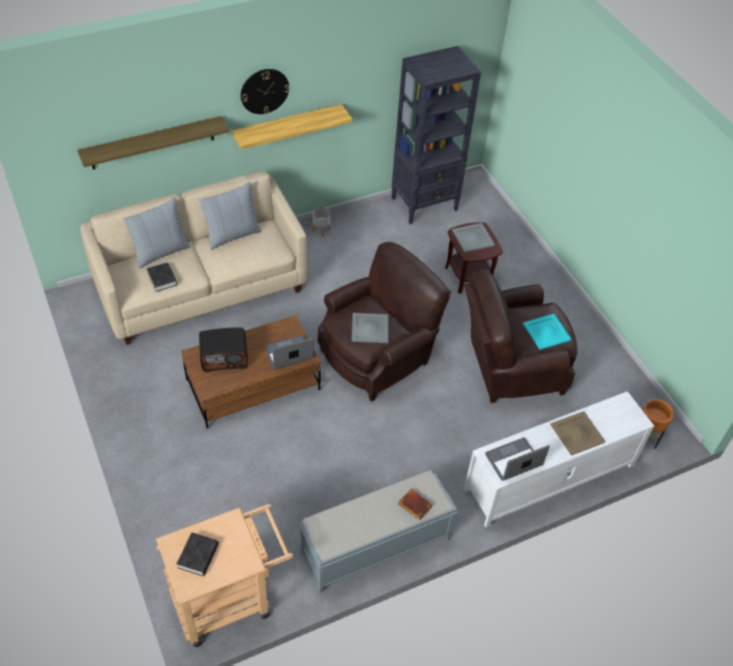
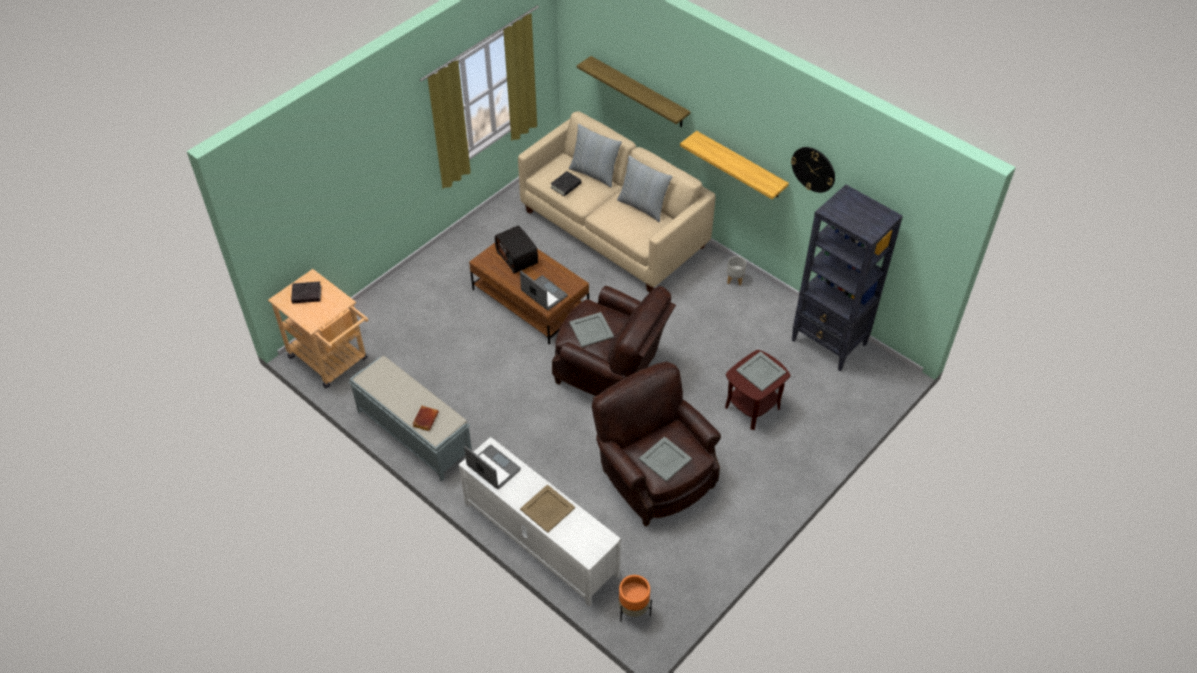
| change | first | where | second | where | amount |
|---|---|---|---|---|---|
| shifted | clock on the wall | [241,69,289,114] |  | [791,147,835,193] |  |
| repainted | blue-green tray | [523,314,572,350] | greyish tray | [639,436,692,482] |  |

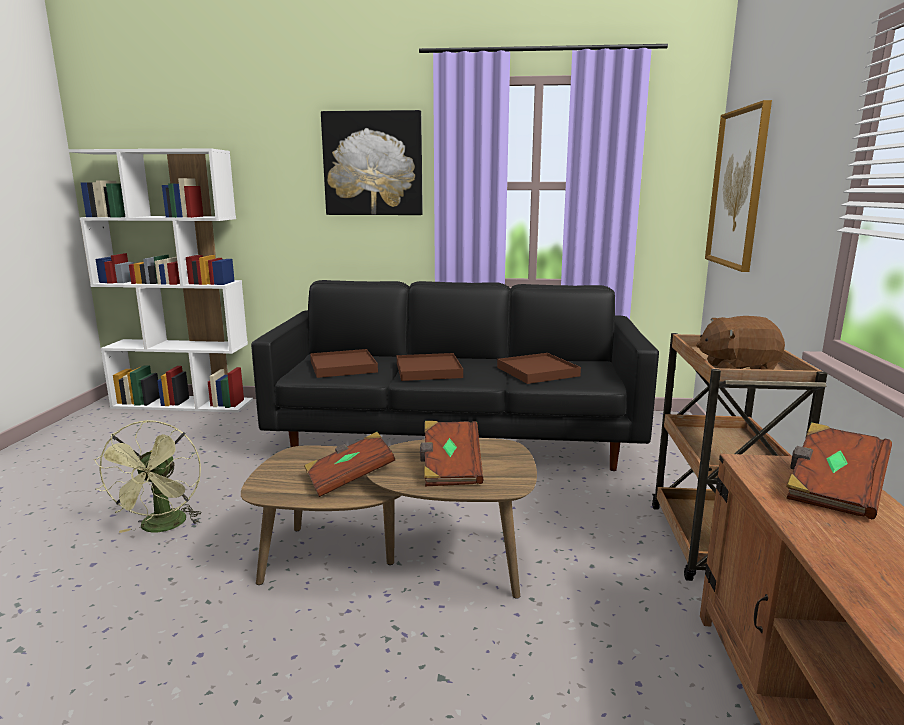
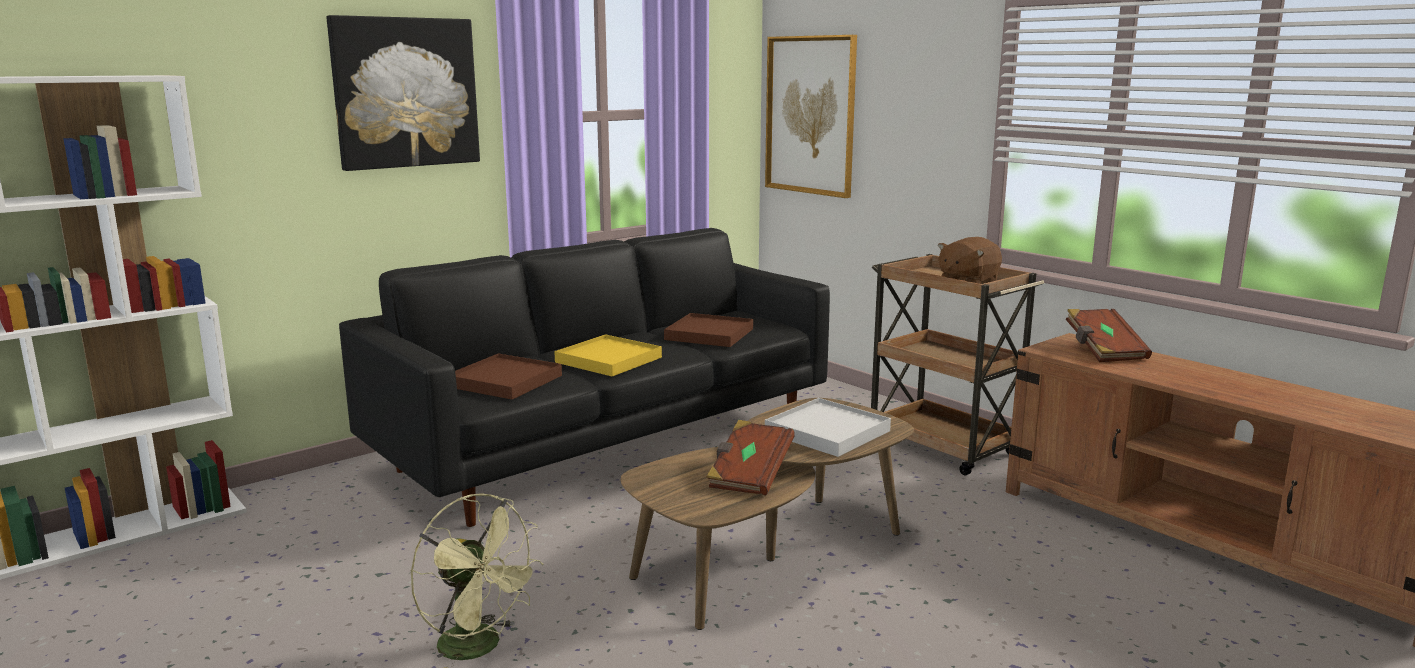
| change | first | where | second | where | amount |
|---|---|---|---|---|---|
| swapped | brown bound book | [420,421,484,486] | white-coloured tray | [765,398,891,457] |  |
| repainted | brown tray | [397,353,463,381] | yellow tray | [554,334,662,376] |  |

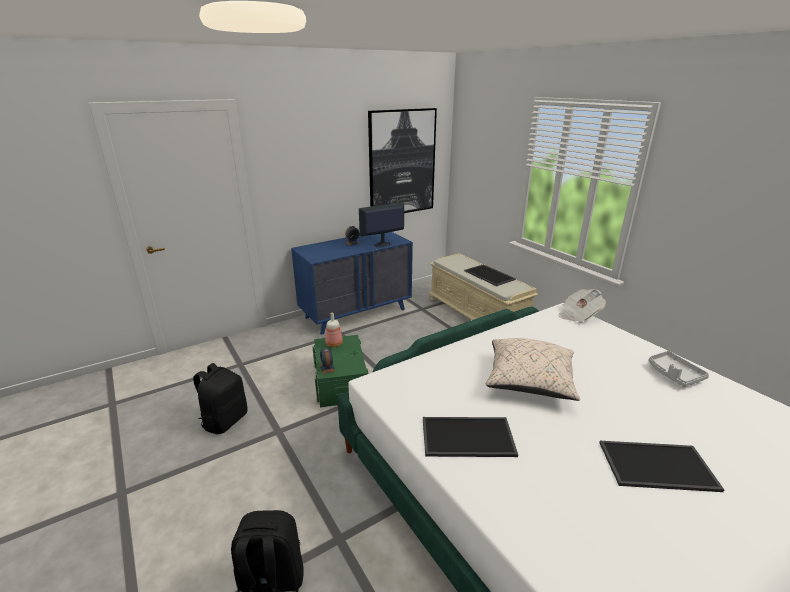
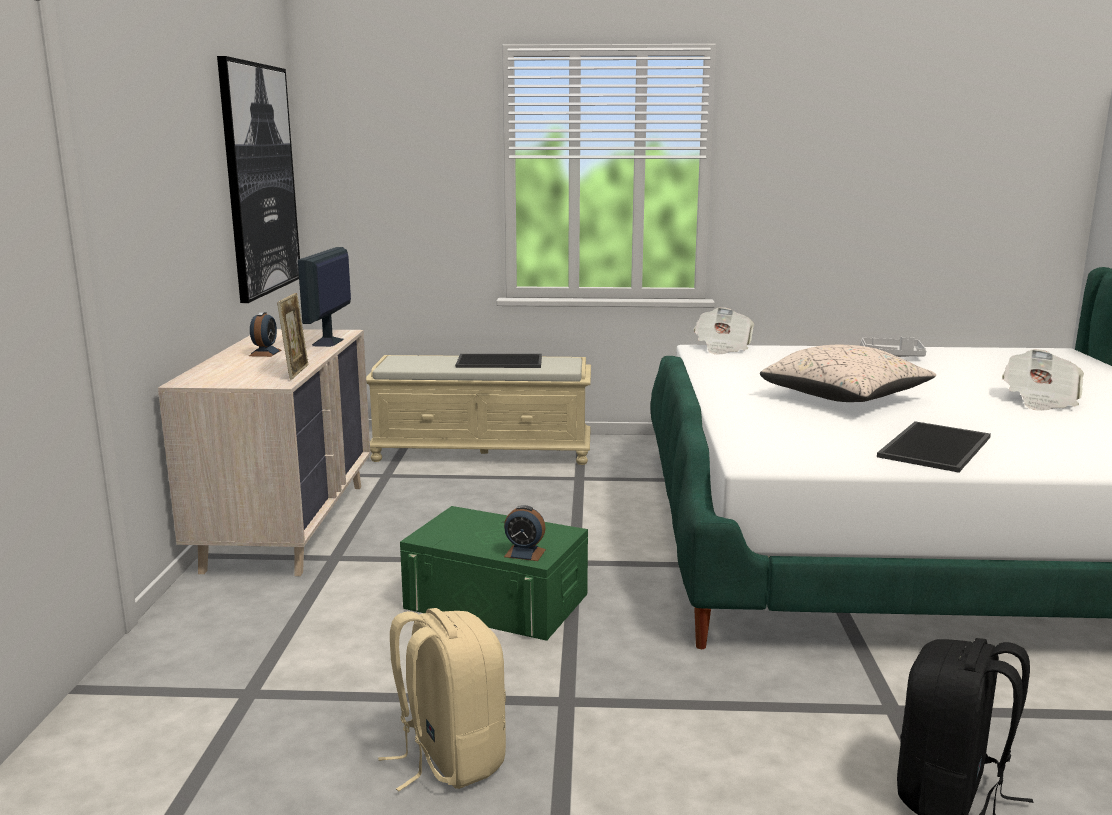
| change | first | where | second | where | amount |
|---|---|---|---|---|---|
| gone | bottle | [325,313,343,347] |  |  |  |
| new |  |  | picture frame | [277,293,309,380] |  |
| swapped | tray | [599,441,724,492] | newspaper | [1002,349,1084,411] |  |
| repainted | black-coloured rucksack | [193,363,247,434] | beige-coloured rucksack | [378,608,506,791] |  |
| repainted | blue-coloured drawer chest | [291,232,413,335] | beige-coloured drawer chest | [158,329,371,576] |  |

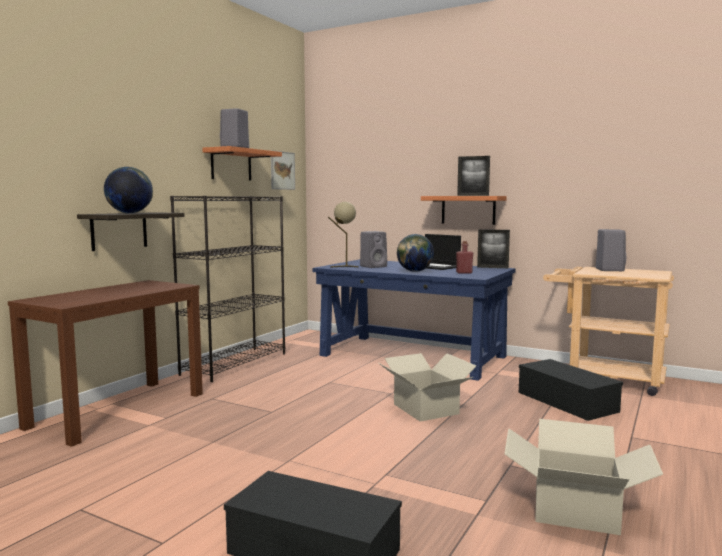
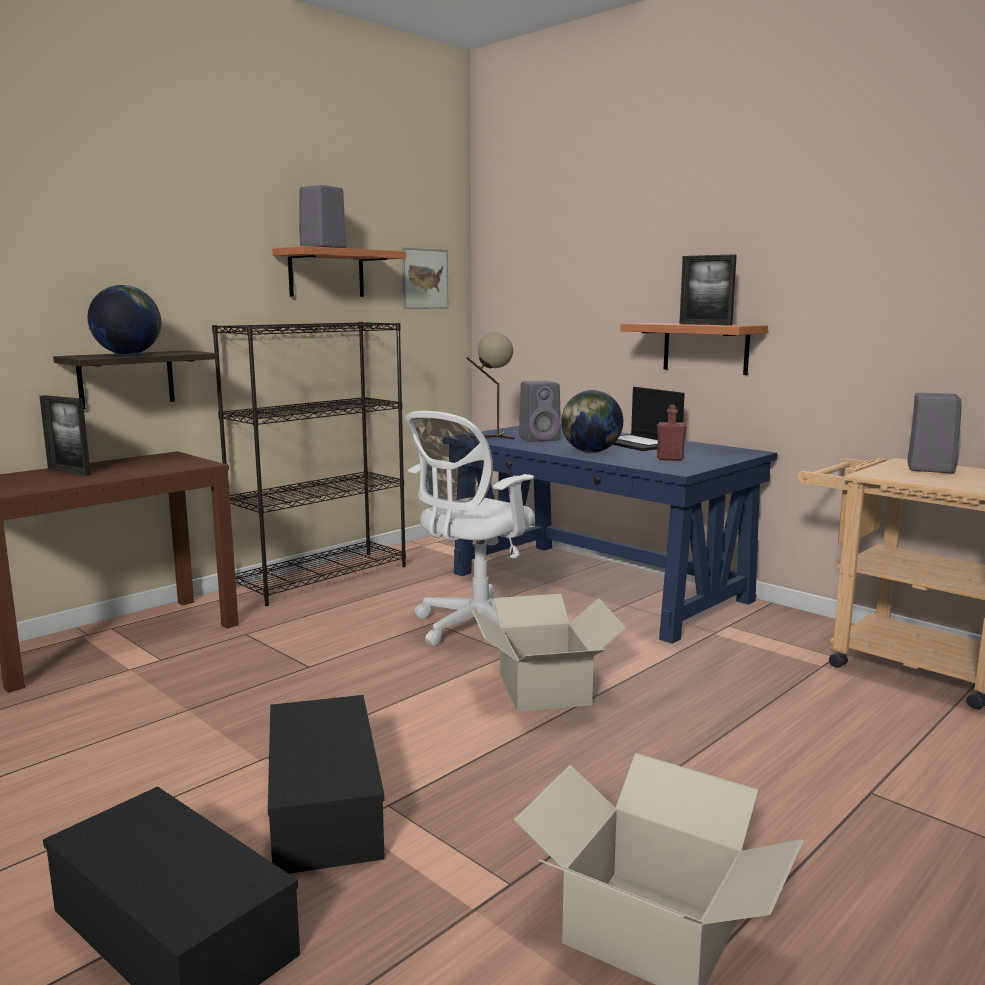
| change | first | where | second | where | amount |
|---|---|---|---|---|---|
| new |  |  | white-coloured computer chair | [405,411,534,646] |  |
| shifted | picture frame | [477,229,510,268] |  | [39,395,91,476] |  |
| shifted | black-coloured storage container | [519,359,623,421] |  | [268,695,385,874] |  |

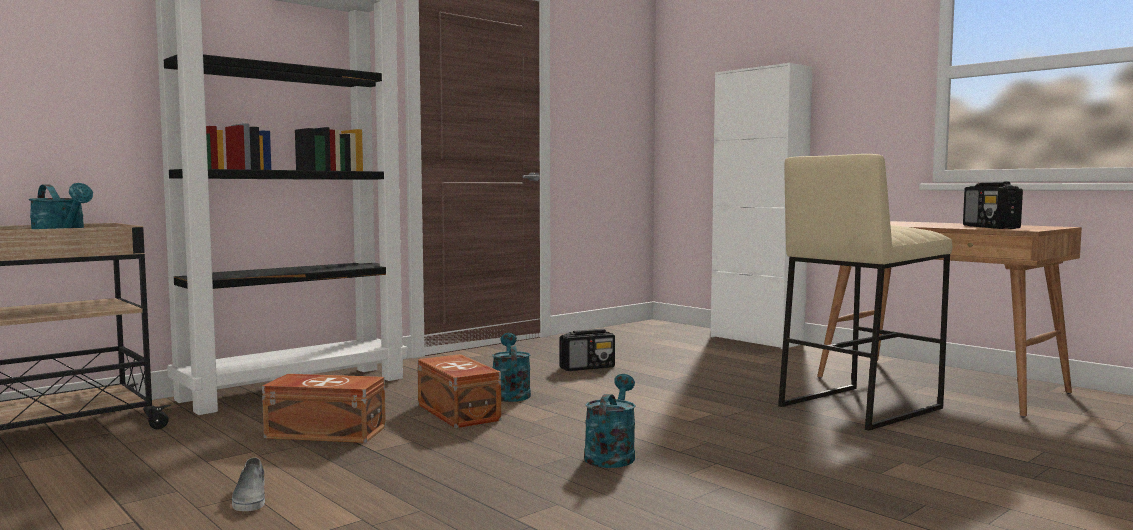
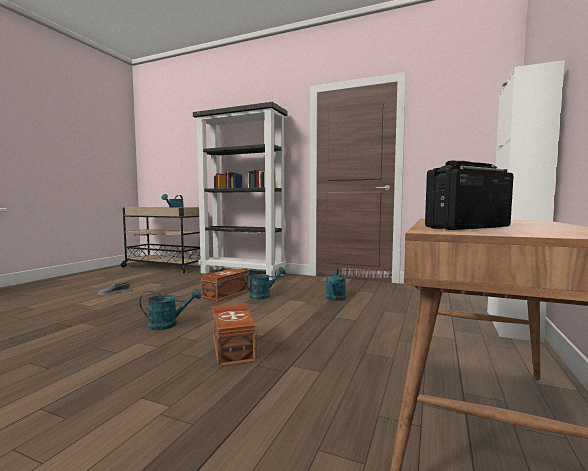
| change | first | where | second | where | amount |
|---|---|---|---|---|---|
| gone | beige-coloured stool | [778,154,952,431] |  |  |  |
| shifted | brown storage container | [262,374,386,443] |  | [212,304,257,367] |  |
| swapped | radio set | [559,329,615,371] | blue-green sprinkling can | [326,269,346,301] |  |

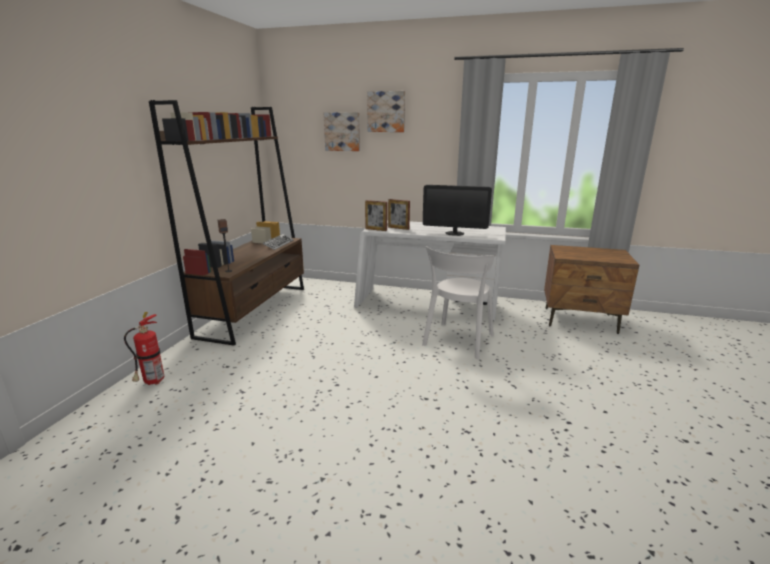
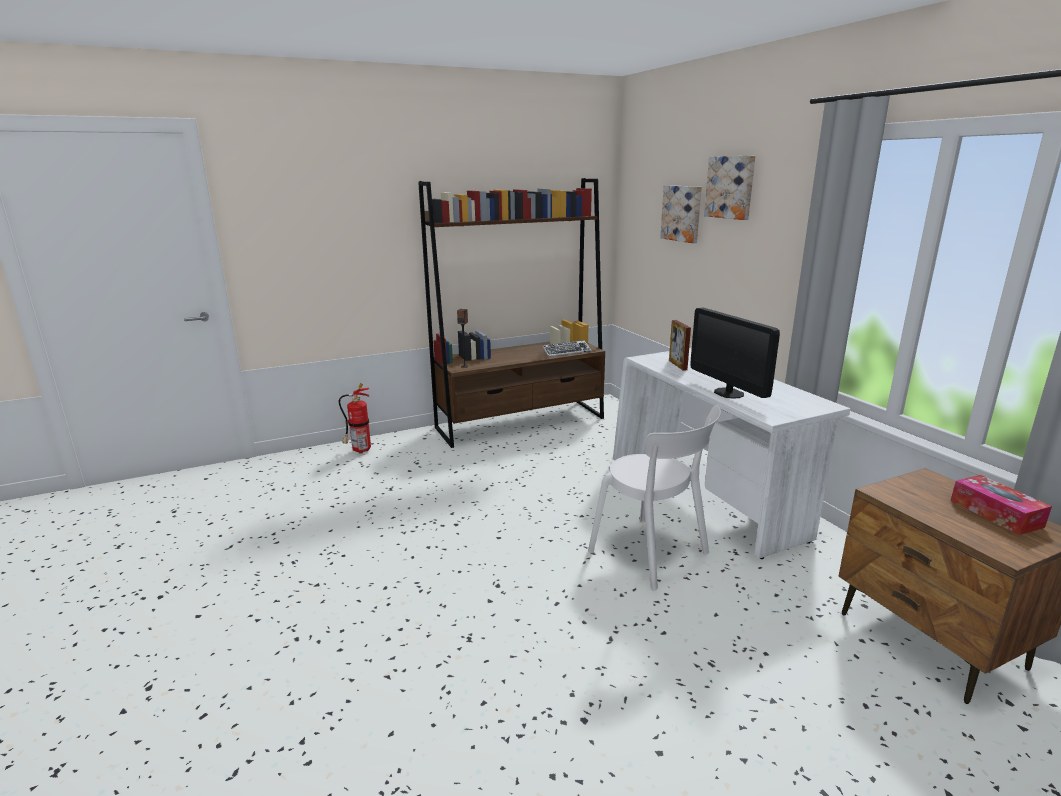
| change | first | where | second | where | amount |
|---|---|---|---|---|---|
| gone | picture frame | [365,200,387,231] |  |  |  |
| new |  |  | box of tissues | [951,475,1052,535] |  |
| rotated | white-coloured chair | [422,246,494,359] |  | [588,405,721,590] | 120 degrees counterclockwise |

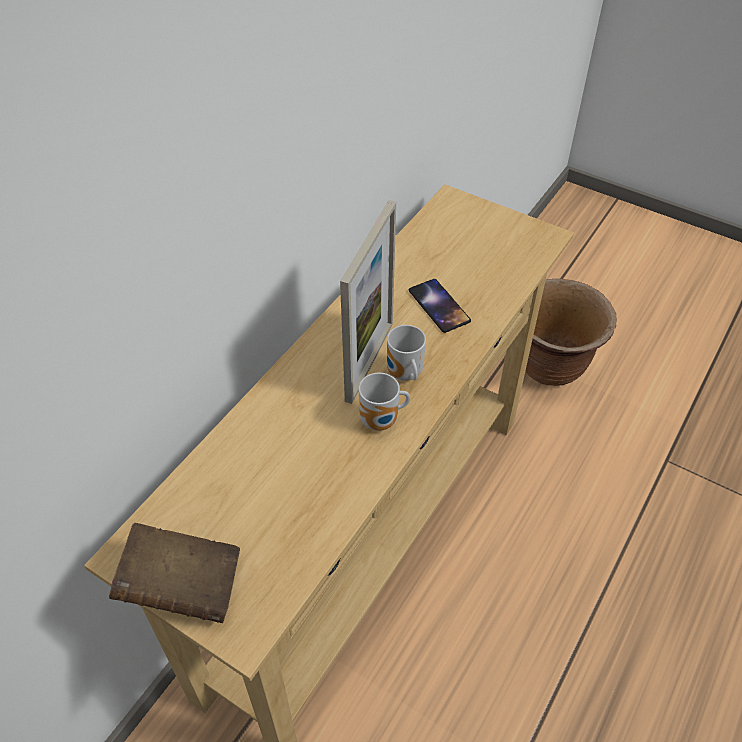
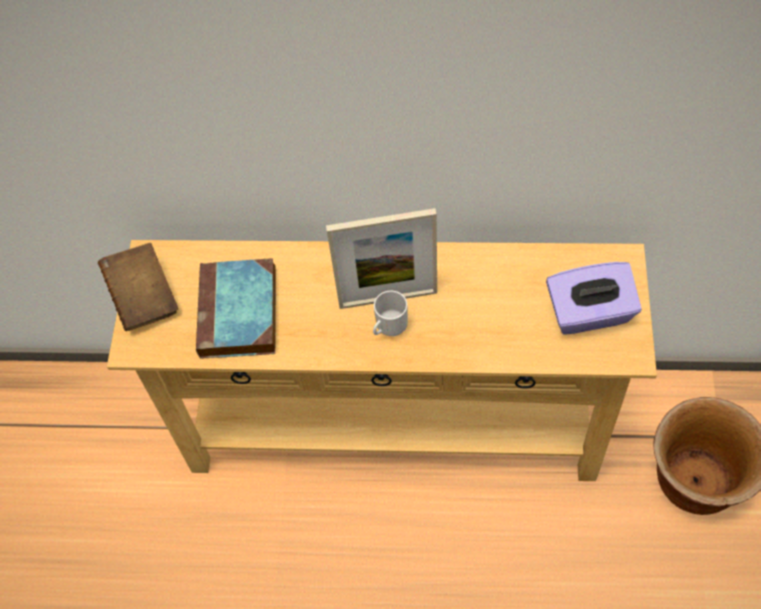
| change | first | where | second | where | amount |
|---|---|---|---|---|---|
| gone | coffee mug | [358,373,410,431] |  |  |  |
| gone | phone | [409,279,471,333] |  |  |  |
| new |  |  | bound book | [196,258,276,359] |  |
| new |  |  | purple-coloured box of tissues | [546,262,642,335] |  |

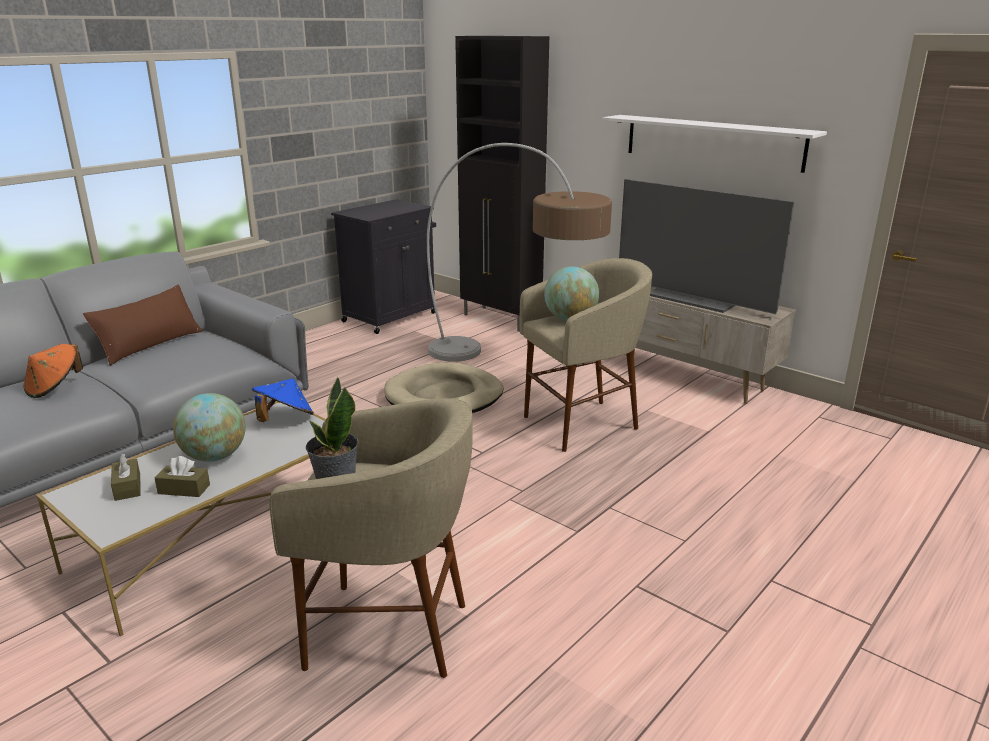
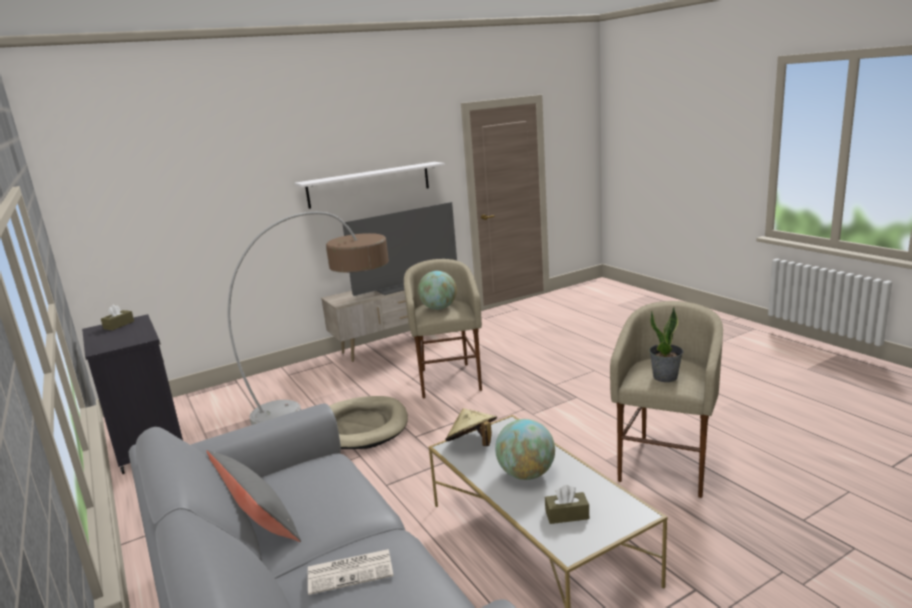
| change | first | where | second | where | amount |
|---|---|---|---|---|---|
| gone | black-coloured storage cabinet | [455,36,549,331] |  |  |  |
| shifted | brown box of tissues | [155,456,210,497] |  | [101,304,134,330] |  |
| swapped | orange hat | [23,344,83,398] | newspaper | [308,549,393,595] |  |
| repainted | brown pillow | [83,285,202,366] | greyish pillow | [207,450,301,542] |  |
| repainted | blue-coloured hat | [252,379,314,422] | beige-coloured hat | [445,408,497,446] |  |

